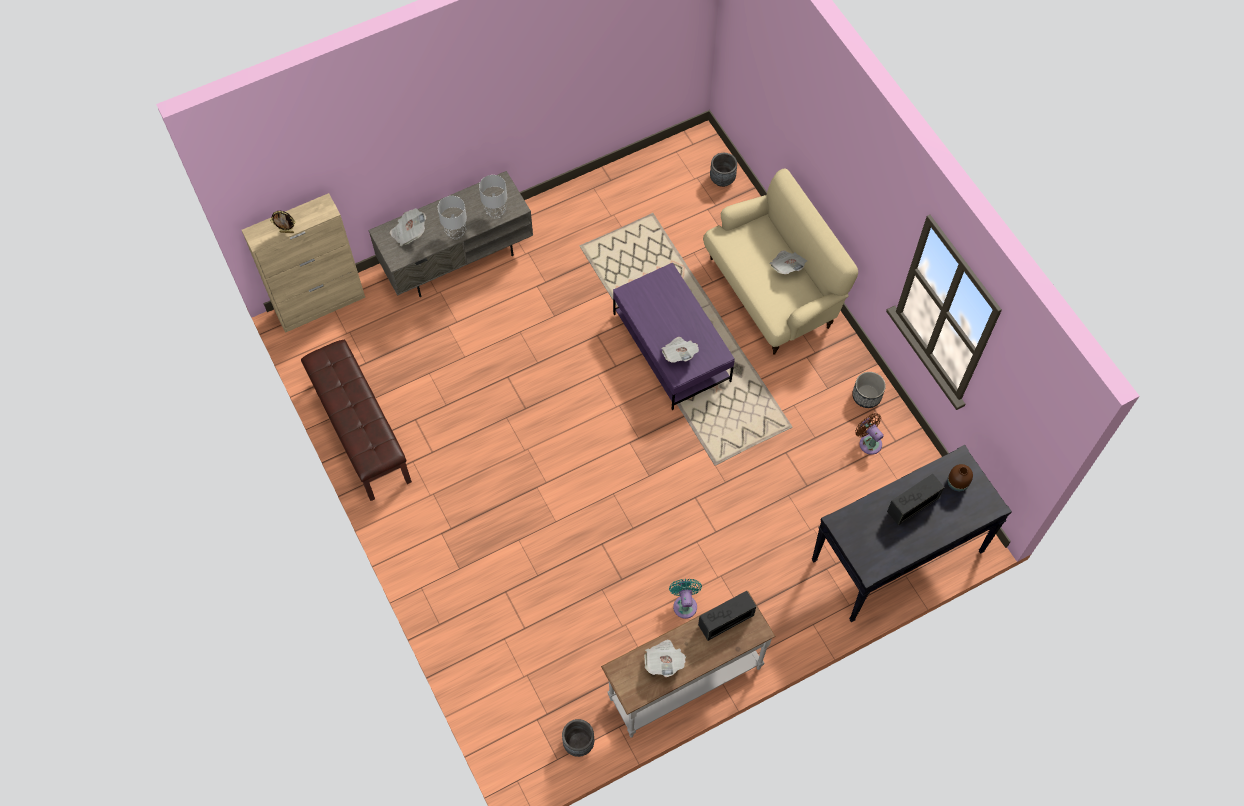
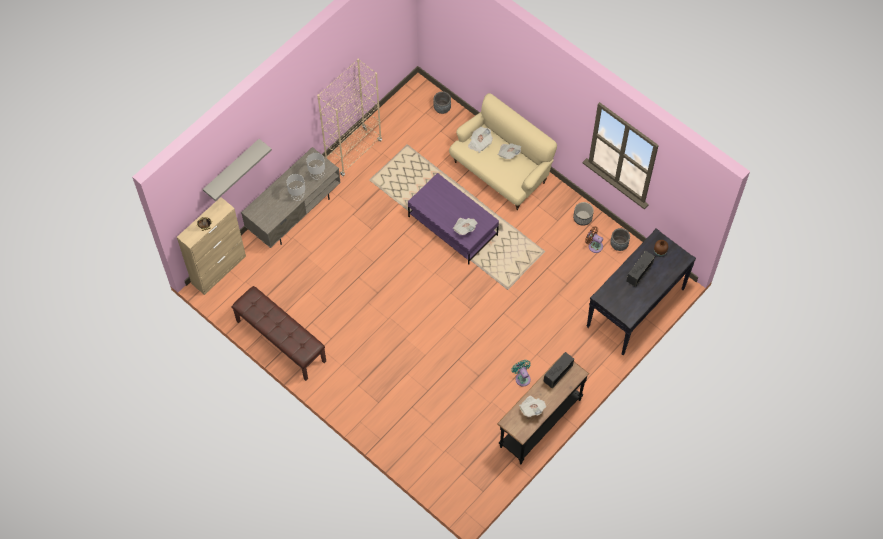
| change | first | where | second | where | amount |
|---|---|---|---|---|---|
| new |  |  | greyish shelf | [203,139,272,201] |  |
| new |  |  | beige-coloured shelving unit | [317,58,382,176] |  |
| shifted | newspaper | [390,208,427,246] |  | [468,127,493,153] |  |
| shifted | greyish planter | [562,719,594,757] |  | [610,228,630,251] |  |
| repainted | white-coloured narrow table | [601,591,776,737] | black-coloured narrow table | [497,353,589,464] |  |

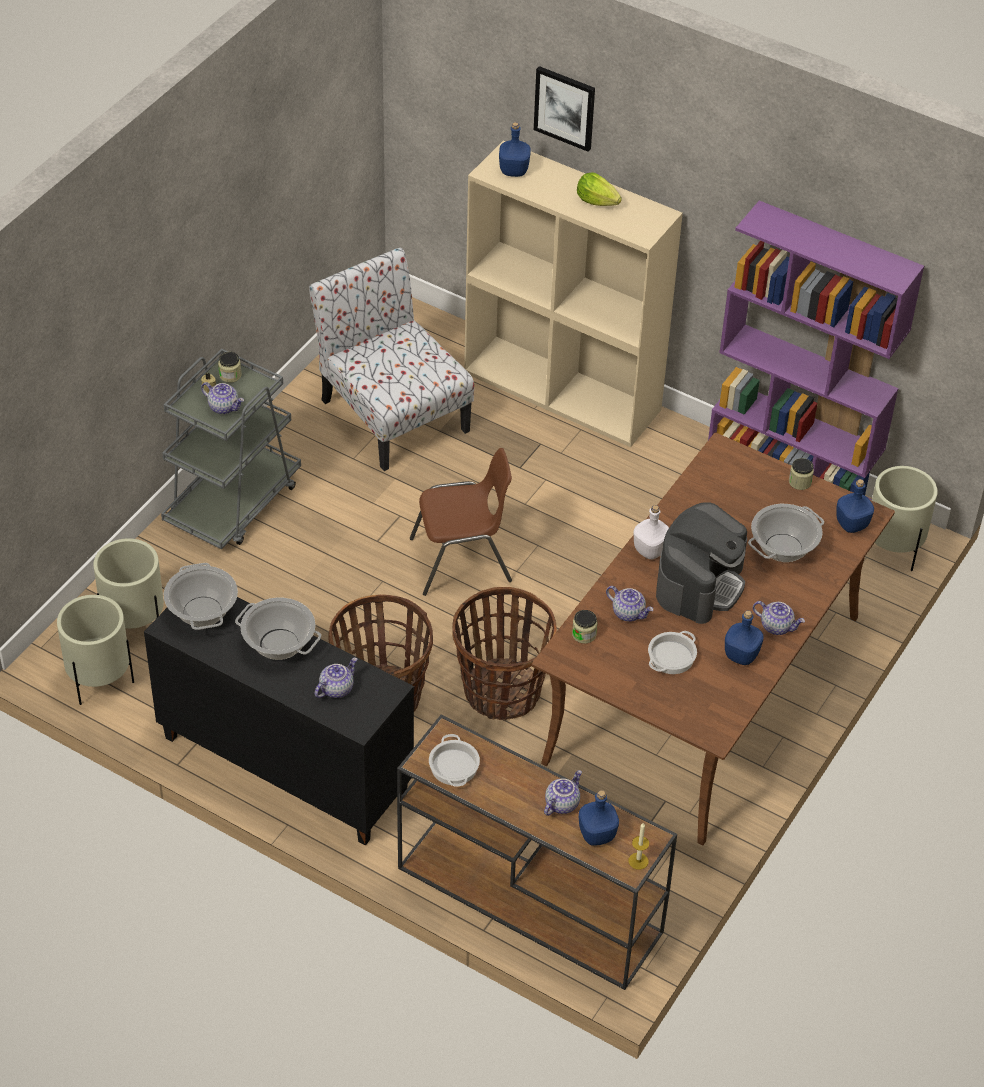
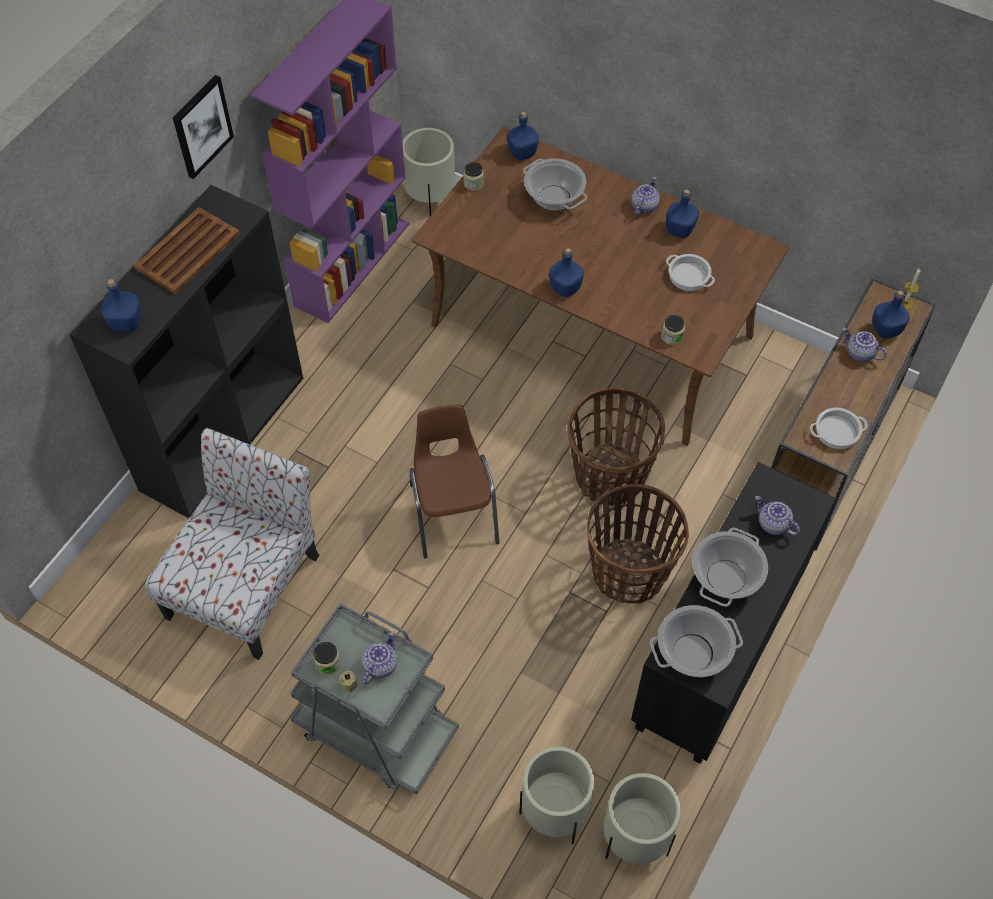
| change | first | where | second | where | amount |
|---|---|---|---|---|---|
| gone | teapot | [606,586,653,622] |  |  |  |
| gone | coffee machine | [656,502,747,624] |  |  |  |
| shifted | picture | [534,66,595,152] |  | [173,75,234,179] |  |
| swapped | lettuce | [577,172,622,206] | brown tray | [134,207,240,294] |  |
| repainted | beige-coloured shelving unit | [464,140,683,447] | black-coloured shelving unit | [69,185,303,518] |  |
| repainted | white-coloured bottle | [633,505,669,559] | blue-coloured bottle | [549,248,584,297] |  |
| rotated | chair | [309,247,474,471] |  | [145,428,319,660] | 150 degrees clockwise |

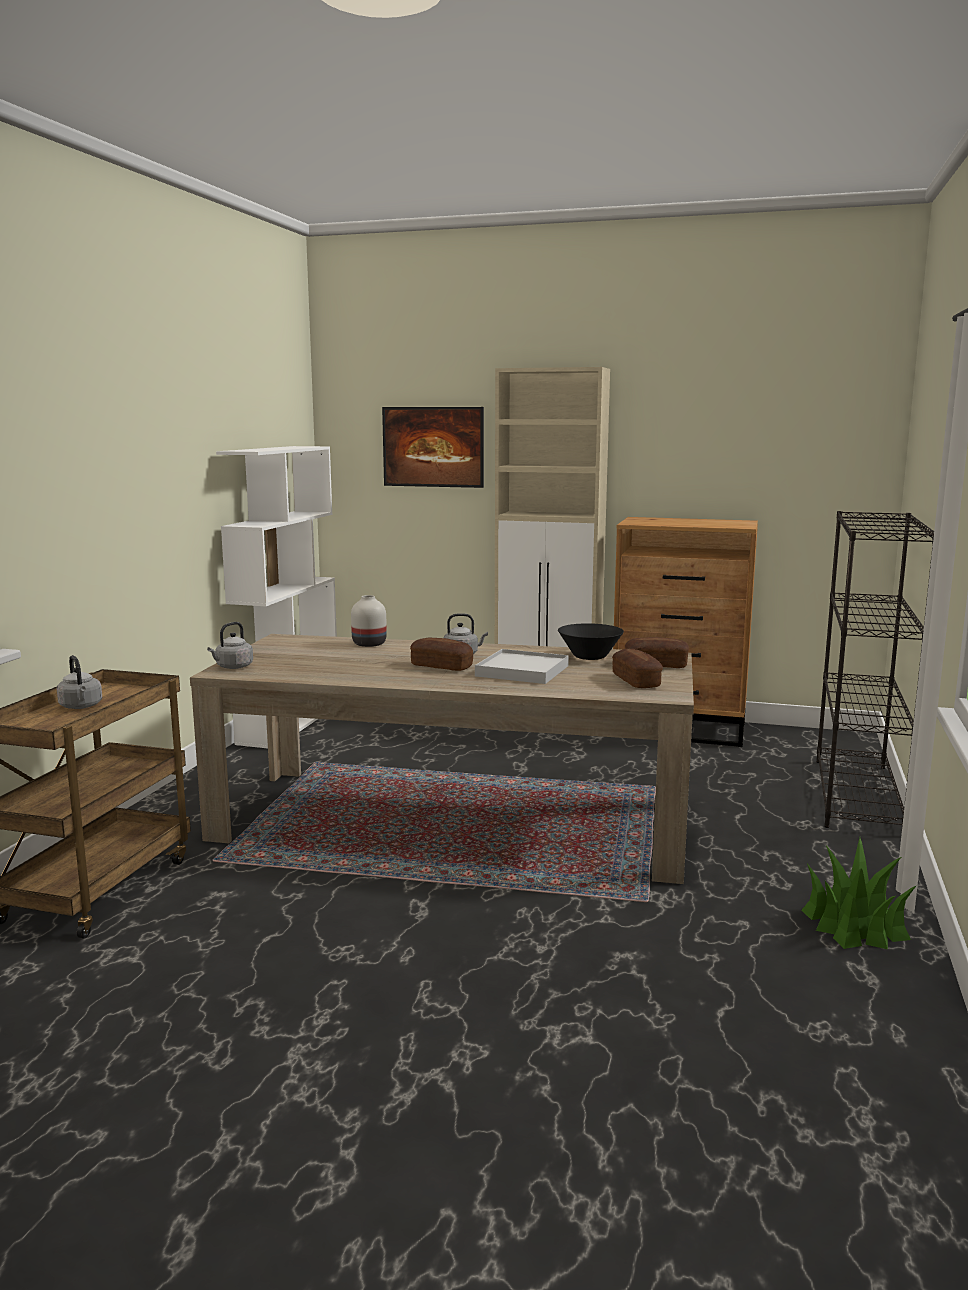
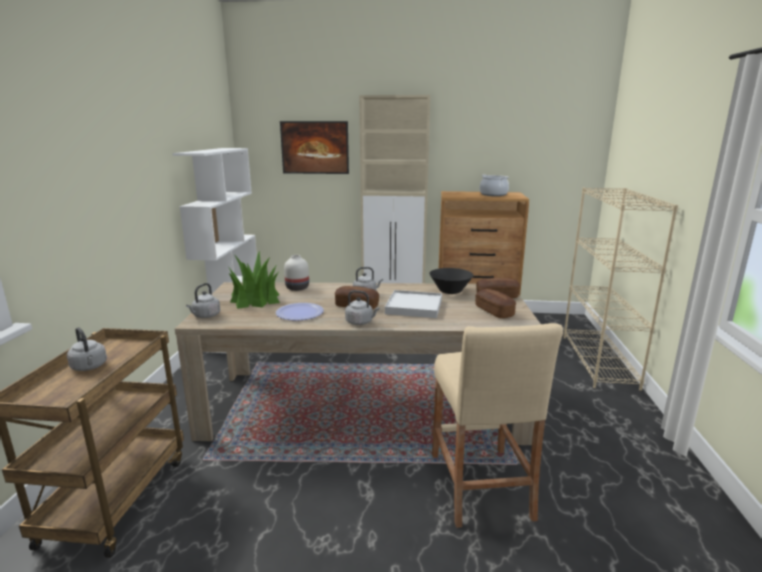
| change | first | where | second | where | amount |
|---|---|---|---|---|---|
| new |  |  | dinner plate | [276,303,324,321] |  |
| new |  |  | greyish water kettle | [345,290,379,325] |  |
| new |  |  | beige-coloured stool | [432,323,563,528] |  |
| new |  |  | saucepot | [480,174,509,196] |  |
| shifted | plant in a pot | [801,838,916,949] |  | [229,251,280,309] |  |
| repainted | black-coloured shelving unit | [817,511,934,835] | beige-coloured shelving unit | [563,188,678,391] |  |

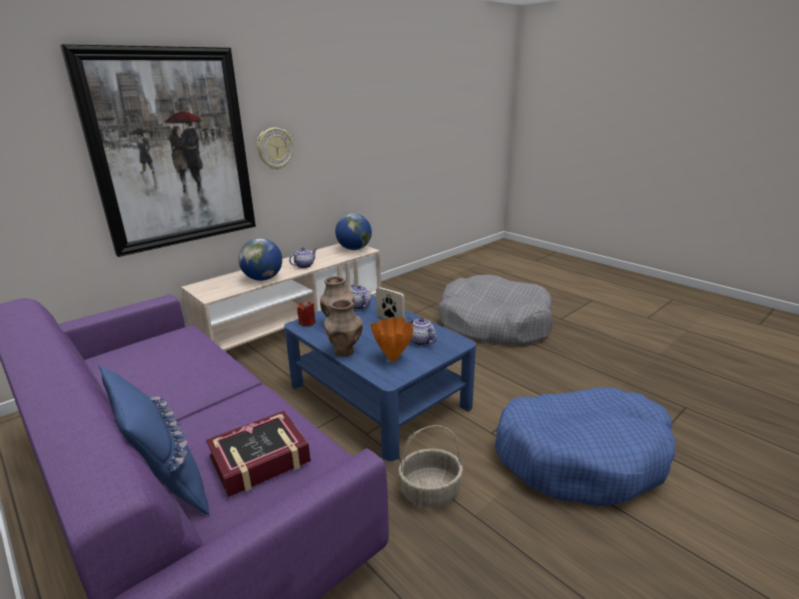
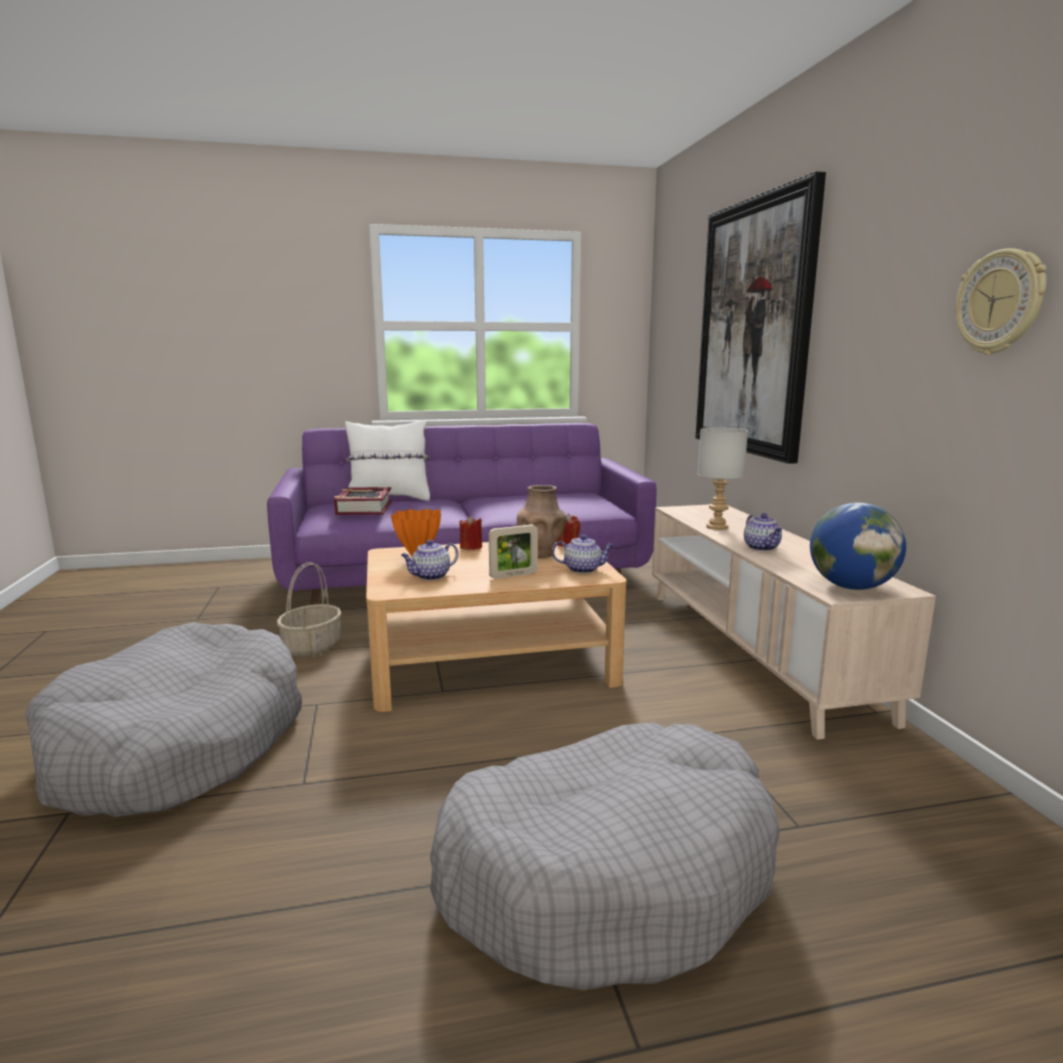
| change | first | where | second | where | amount |
|---|---|---|---|---|---|
| shifted | clock on the wall | [257,127,294,170] |  | [956,248,1046,355] |  |
| swapped | world globe | [238,238,282,281] | greyish lamp for a table | [698,428,748,530] |  |
| swapped | brown flower vase | [324,299,363,357] | red candle | [460,515,482,550] |  |
| repainted | blue-coloured pillow | [98,365,209,515] | white-coloured pillow | [345,420,430,501] |  |
| repainted | blue-coloured lounge table | [284,295,476,461] | beige-coloured lounge table | [366,542,627,712] |  |
| repainted | blue-coloured dog cushion | [494,387,675,506] | greyish dog cushion | [25,622,302,817] |  |
| rotated | teapot | [407,317,437,346] |  | [401,540,459,580] | 150 degrees clockwise |

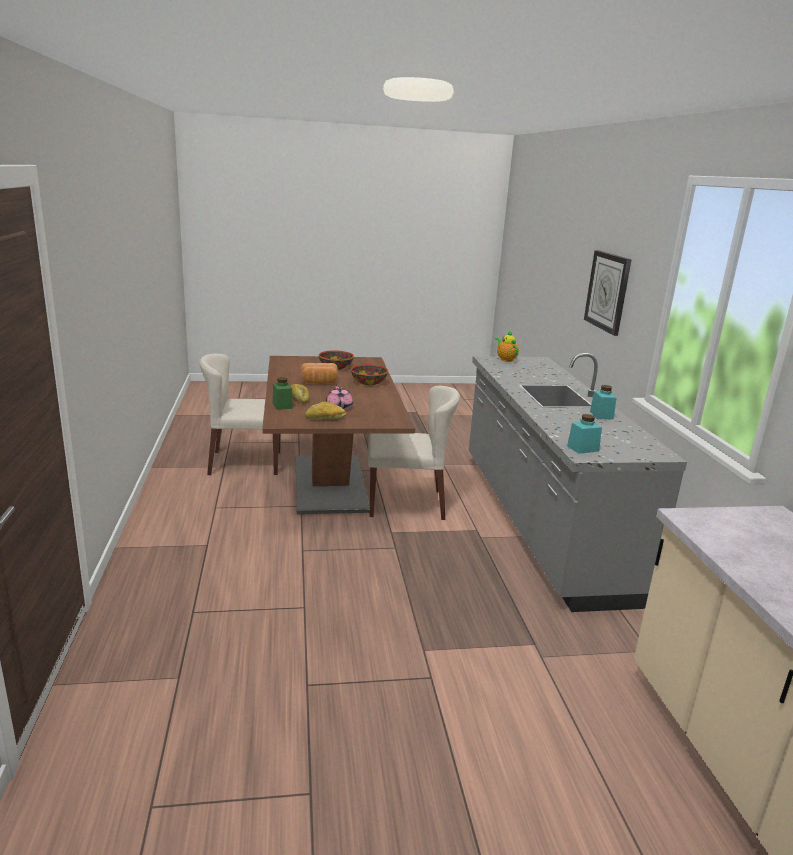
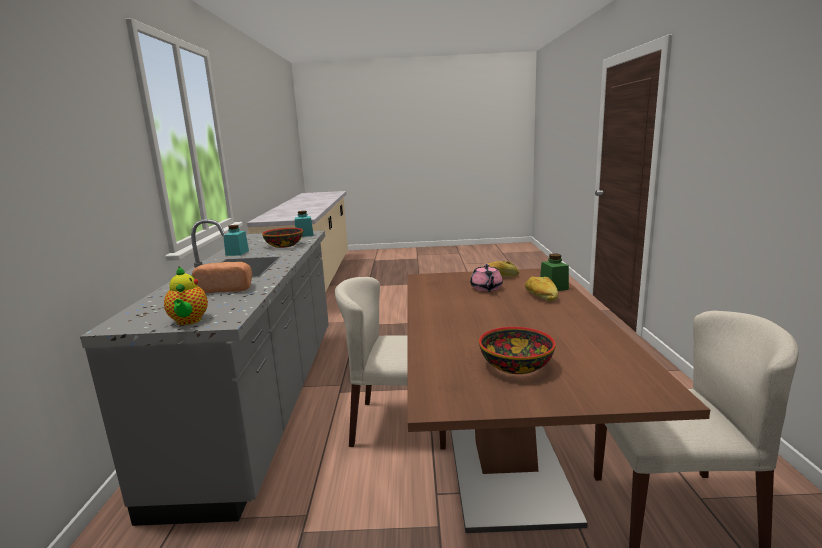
| change | first | where | second | where | amount |
|---|---|---|---|---|---|
| gone | clock on the wall | [584,250,631,336] |  |  |  |
| shifted | baked bread | [301,363,338,384] |  | [191,262,252,293] |  |
| shifted | serving bowl | [351,364,388,385] |  | [262,228,303,248] |  |

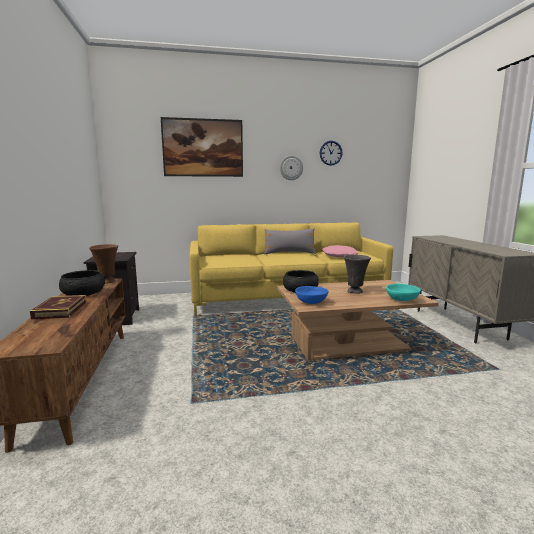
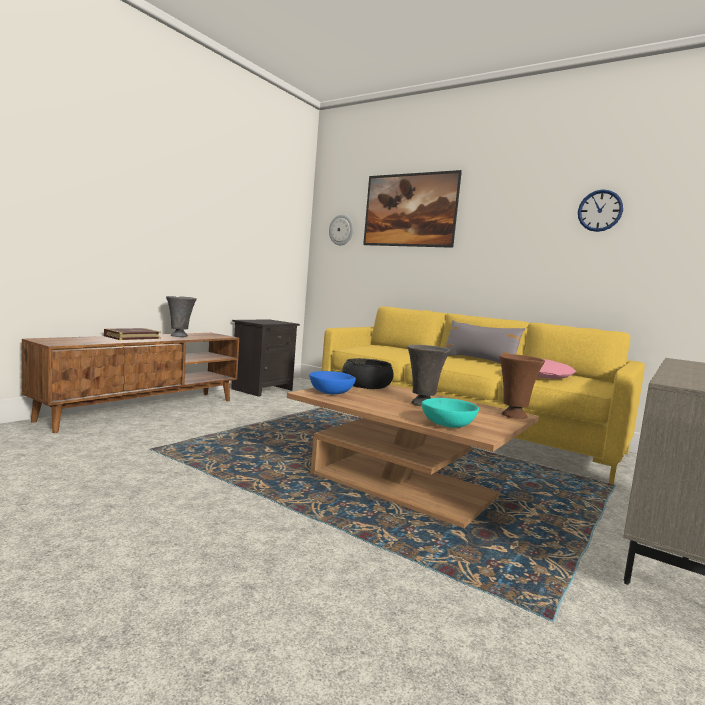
| change | first | where | second | where | amount |
|---|---|---|---|---|---|
| shifted | brown flower vase | [89,244,118,283] |  | [499,354,545,419] |  |
| shifted | clock on the wall | [280,155,303,180] |  | [329,215,353,245] |  |
| swapped | black-coloured serving bowl | [59,270,105,296] | greyish flower vase | [166,296,197,337] |  |

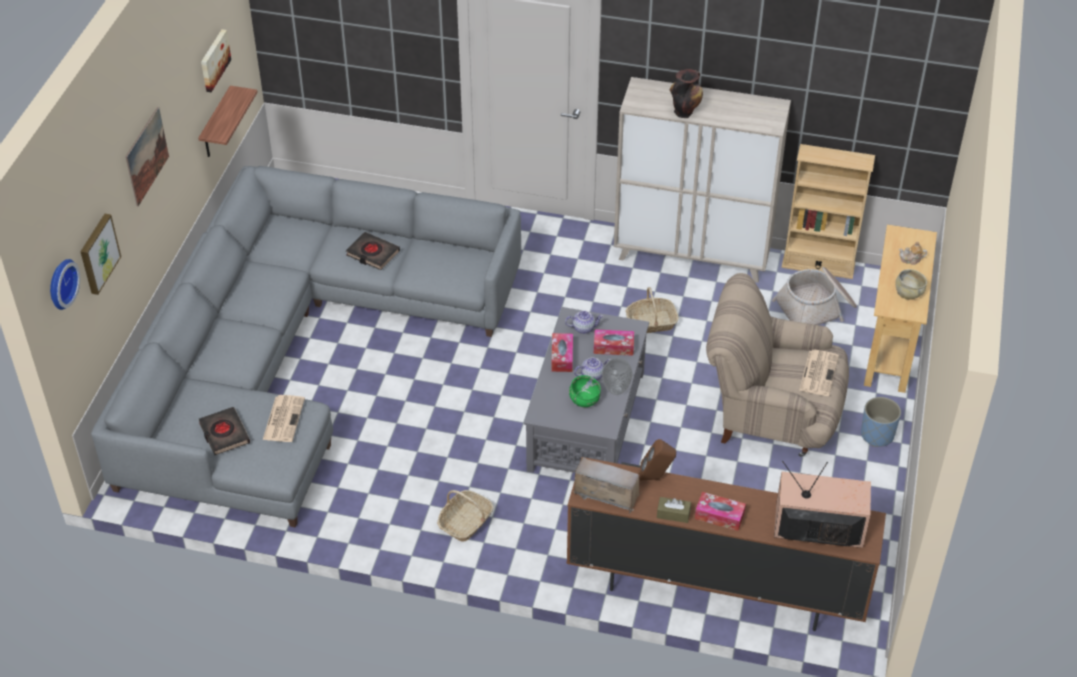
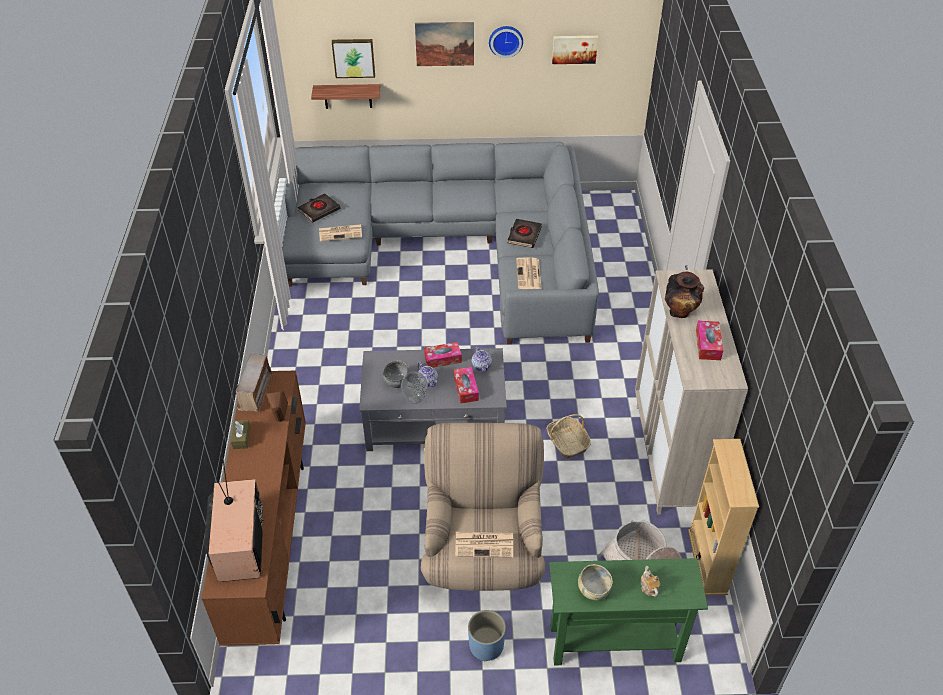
| change | first | where | second | where | amount |
|---|---|---|---|---|---|
| gone | basket | [437,490,494,542] |  |  |  |
| new |  |  | newspaper | [516,257,542,289] |  |
| shifted | clock on the wall | [50,259,80,310] |  | [489,26,523,58] |  |
| shifted | shelf | [198,86,258,157] |  | [311,84,380,109] |  |
| shifted | box of tissues | [695,492,746,531] |  | [696,321,723,360] |  |
| repainted | green-coloured serving bowl | [569,375,601,407] | greyish serving bowl | [383,360,410,388] |  |
| repainted | beige-coloured narrow table | [864,224,937,393] | green-coloured narrow table | [549,558,708,666] |  |

